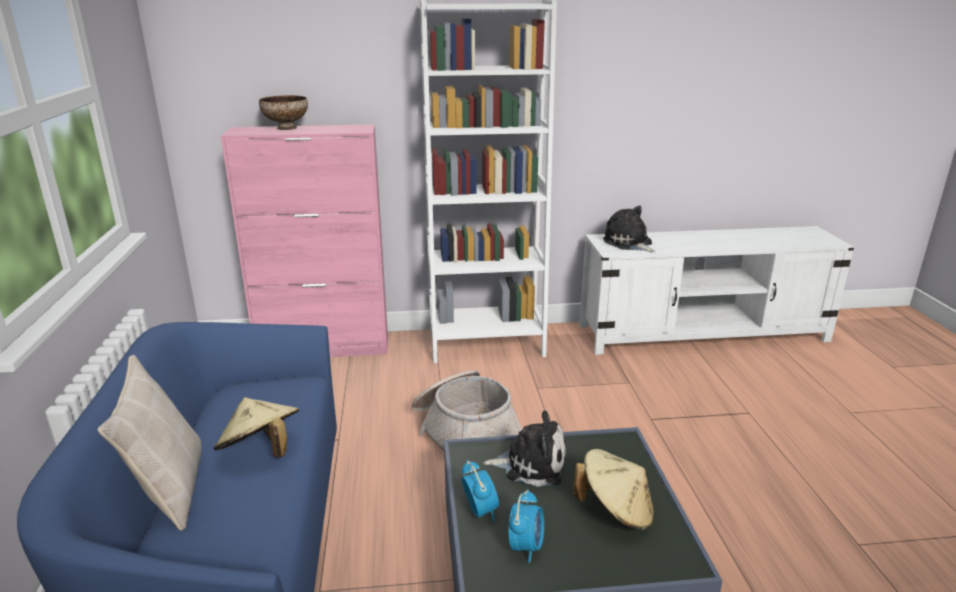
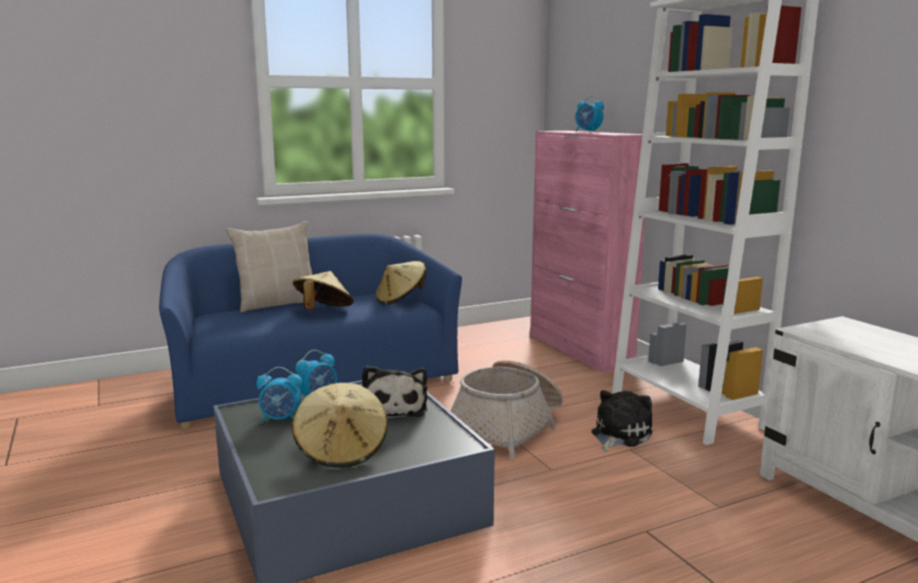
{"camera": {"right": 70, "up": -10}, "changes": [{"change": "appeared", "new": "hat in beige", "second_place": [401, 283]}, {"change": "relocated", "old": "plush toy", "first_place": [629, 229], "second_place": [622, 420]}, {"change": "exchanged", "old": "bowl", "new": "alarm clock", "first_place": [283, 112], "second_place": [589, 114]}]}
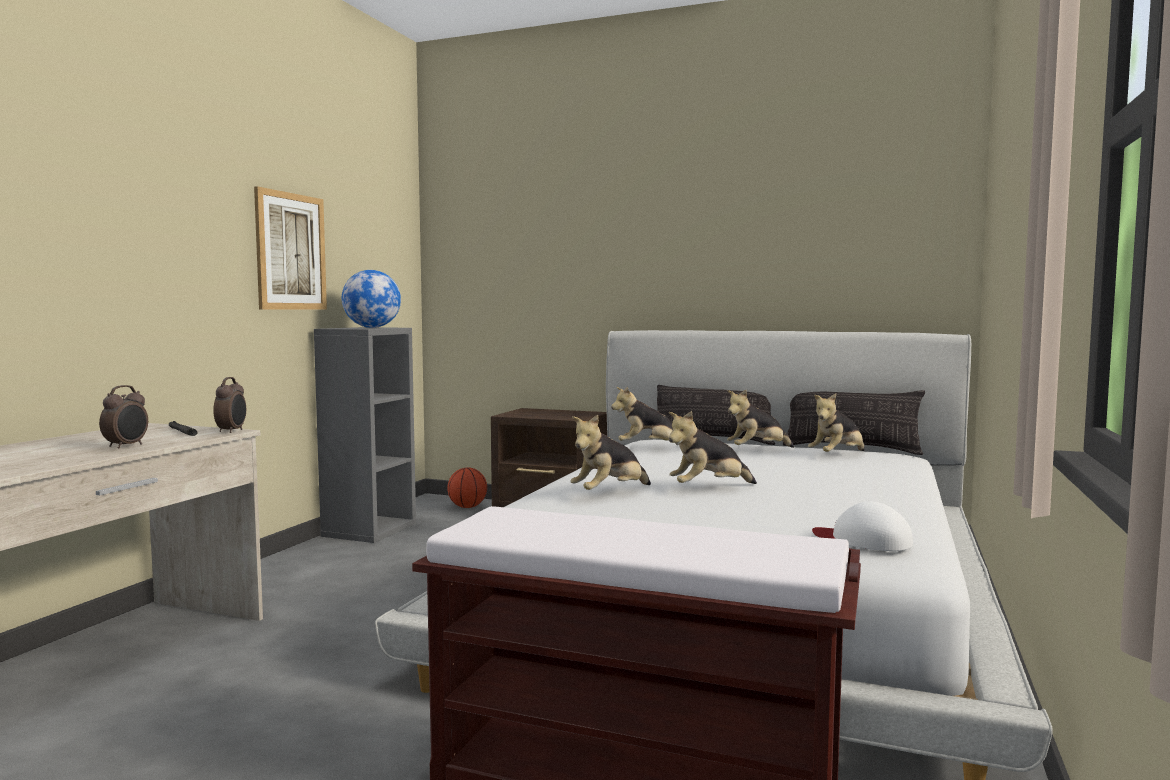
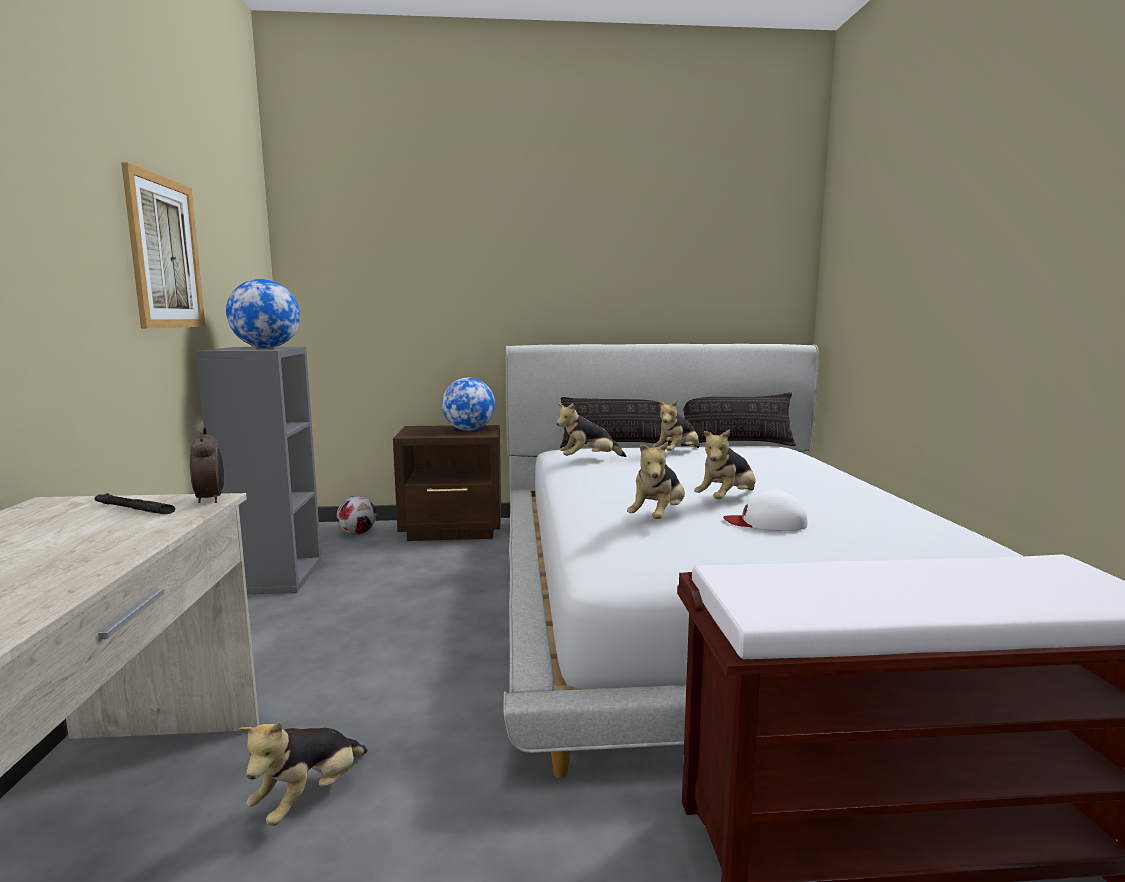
{"camera": {"right": -25, "up": 5}, "changes": [{"change": "missing", "old": "alarm clock", "first_place": [123, 417]}, {"change": "appeared", "new": "globe", "second_place": [468, 404]}, {"change": "relocated", "old": "plush toy", "first_place": [836, 422], "second_place": [303, 773]}, {"change": "relocated", "old": "cap in white", "first_place": [862, 526], "second_place": [765, 510]}, {"change": "exchanged", "old": "basketball", "new": "football", "first_place": [467, 487], "second_place": [356, 515]}]}
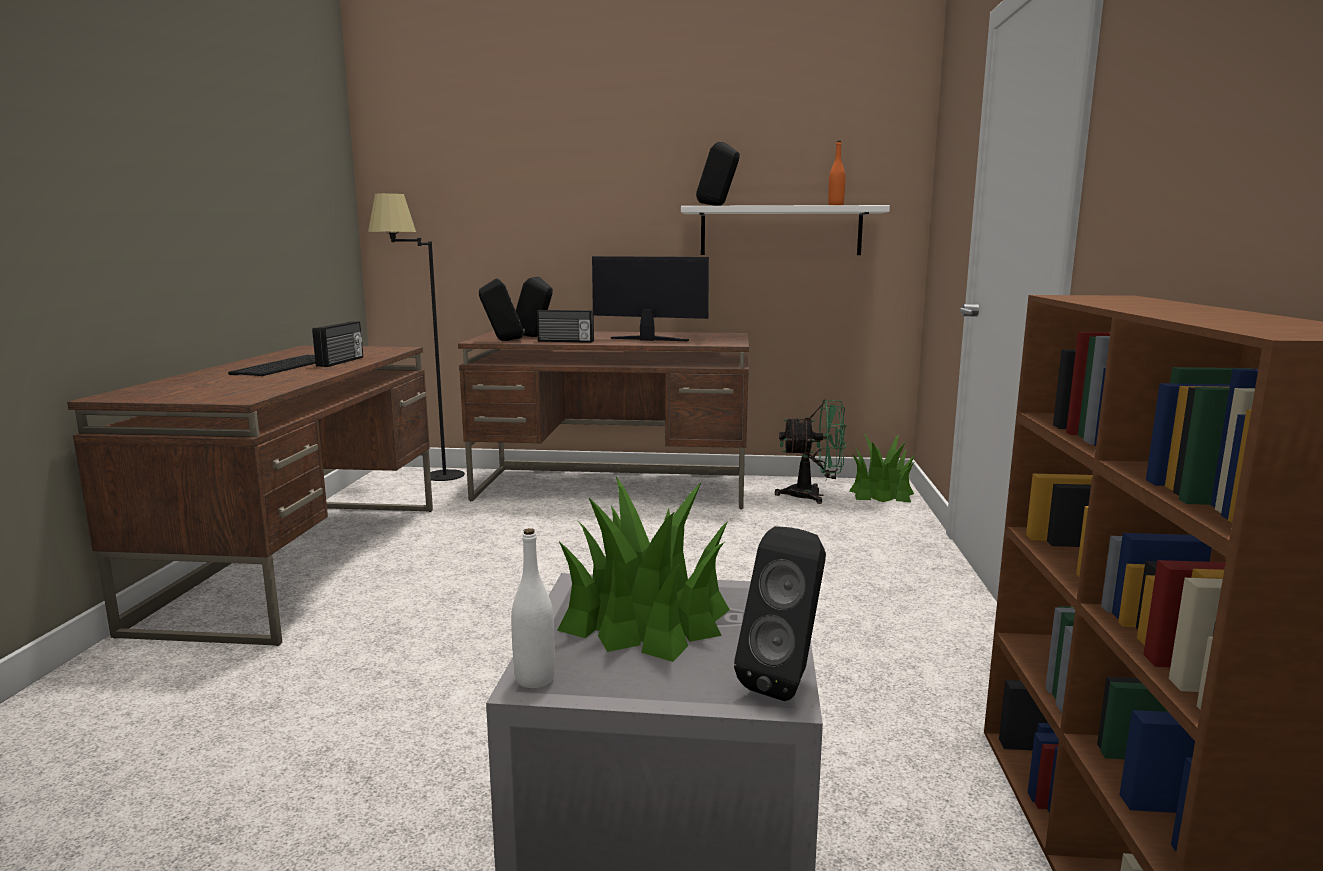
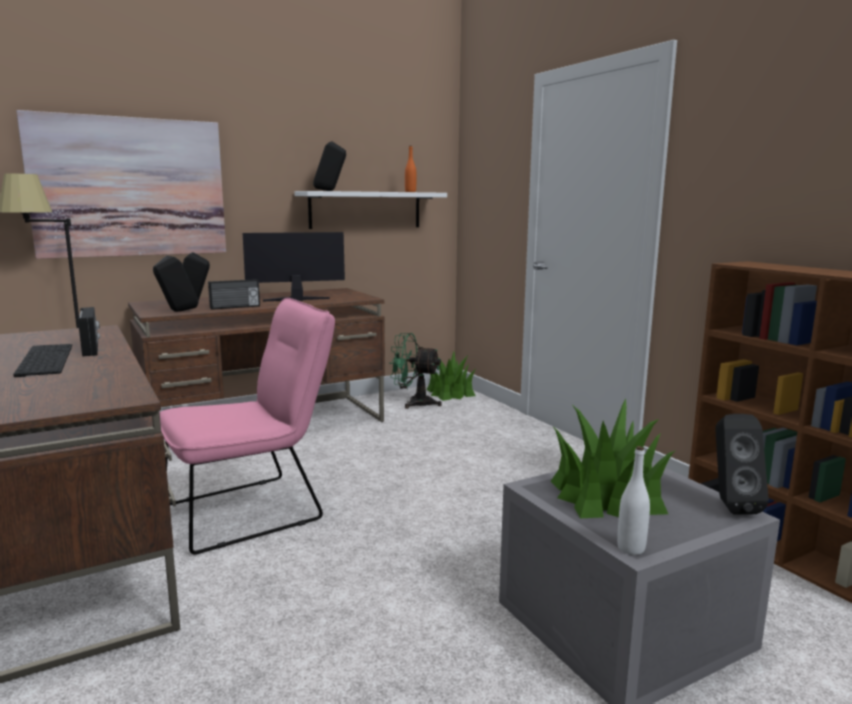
{"camera": {"right": -35, "up": 0}, "changes": [{"change": "appeared", "new": "picture", "second_place": [121, 184]}, {"change": "appeared", "new": "chair in pink", "second_place": [247, 426]}, {"change": "spun", "old": "fan in green", "first_place": [810, 452], "second_place": [415, 371], "degrees": -135}]}
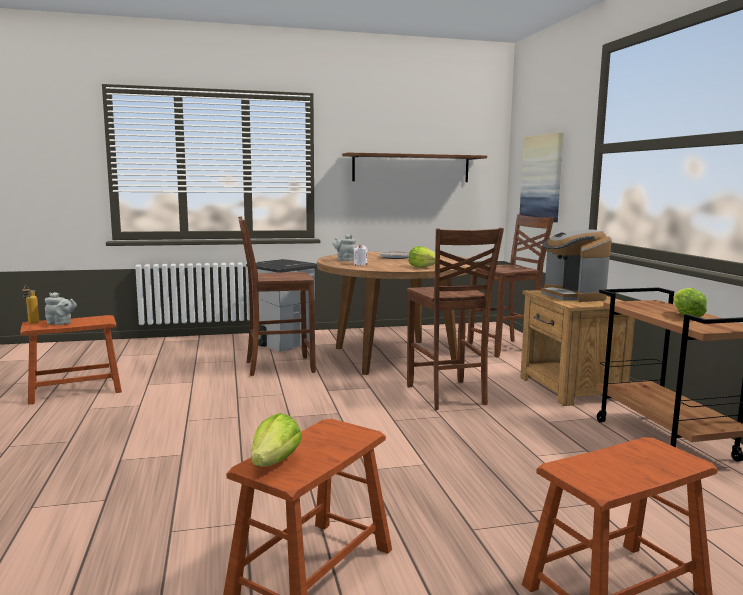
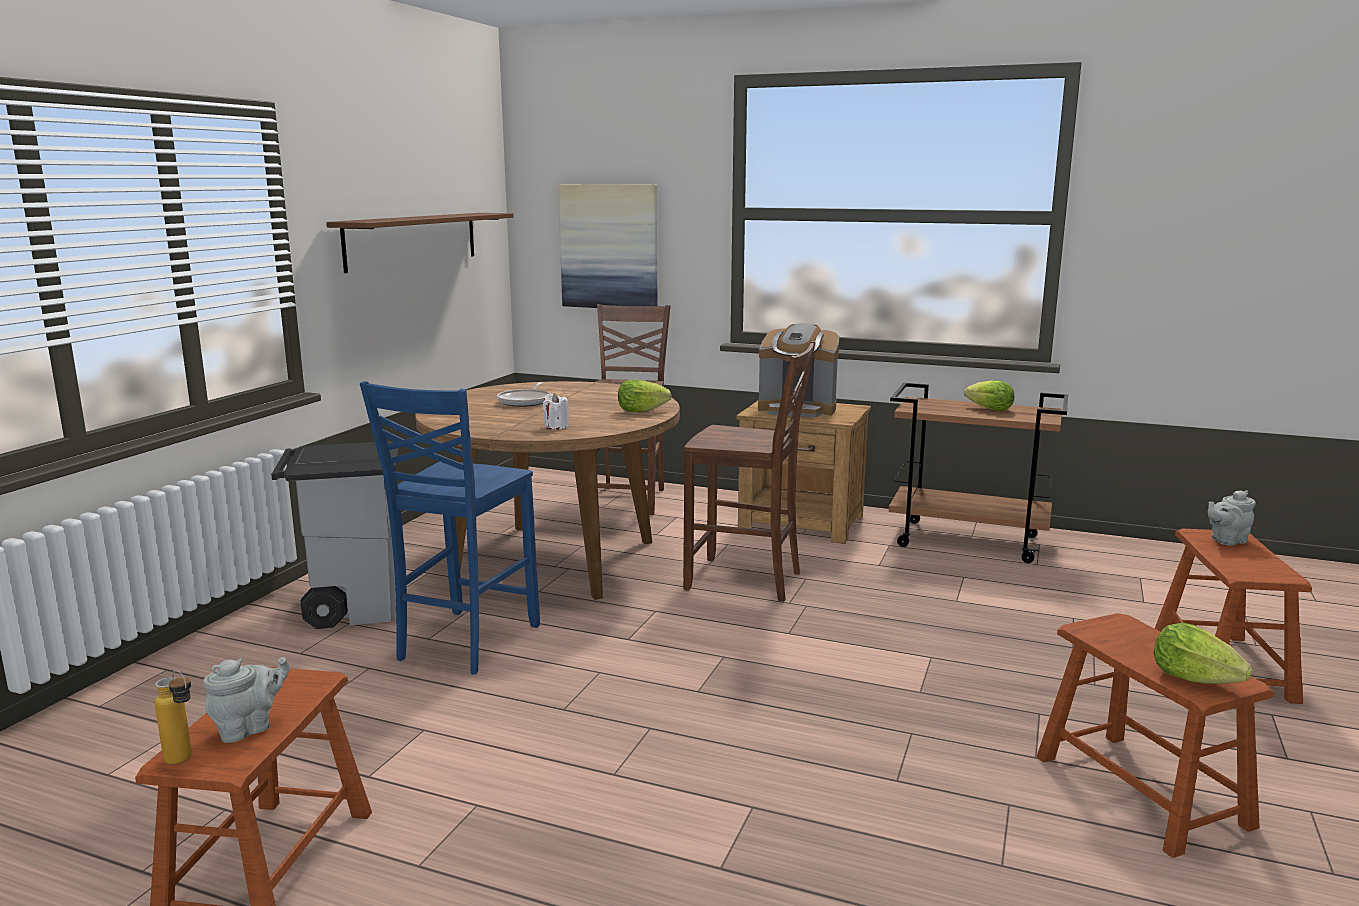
{"camera": {"right": -55, "up": 5}, "changes": [{"change": "relocated", "old": "teapot in grey", "first_place": [344, 247], "second_place": [1232, 518]}, {"change": "colour", "old": "chair in brown", "new": "chair in blue", "first_place": [277, 296], "second_place": [450, 527]}]}
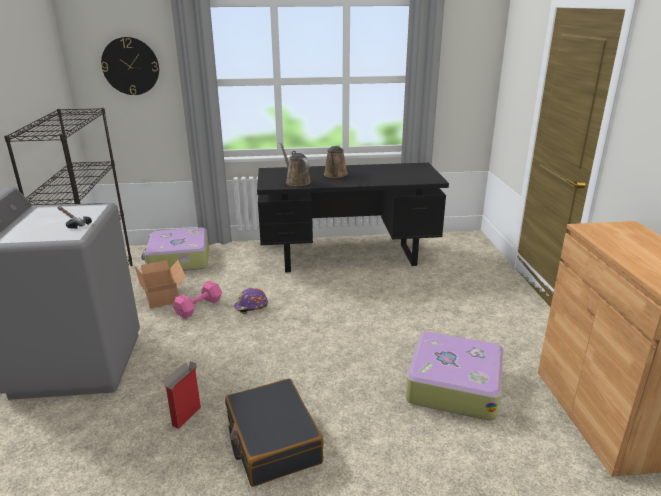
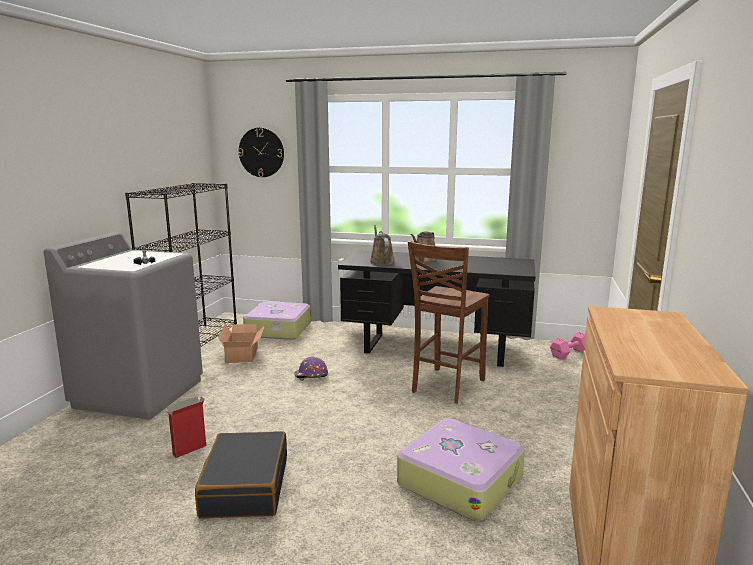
{"camera": {"right": 20, "up": -10}, "changes": [{"change": "appeared", "new": "chair in brown", "second_place": [449, 322]}, {"change": "relocated", "old": "dumbbell in pink", "first_place": [197, 299], "second_place": [567, 345]}]}
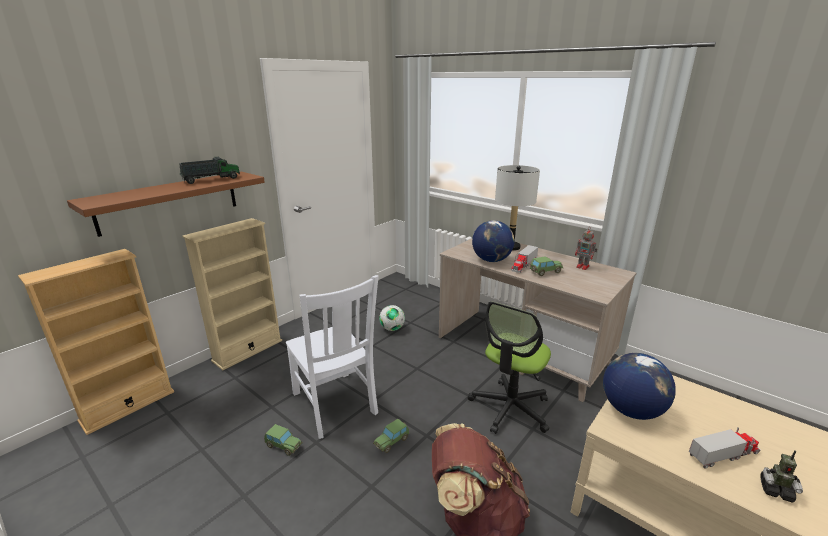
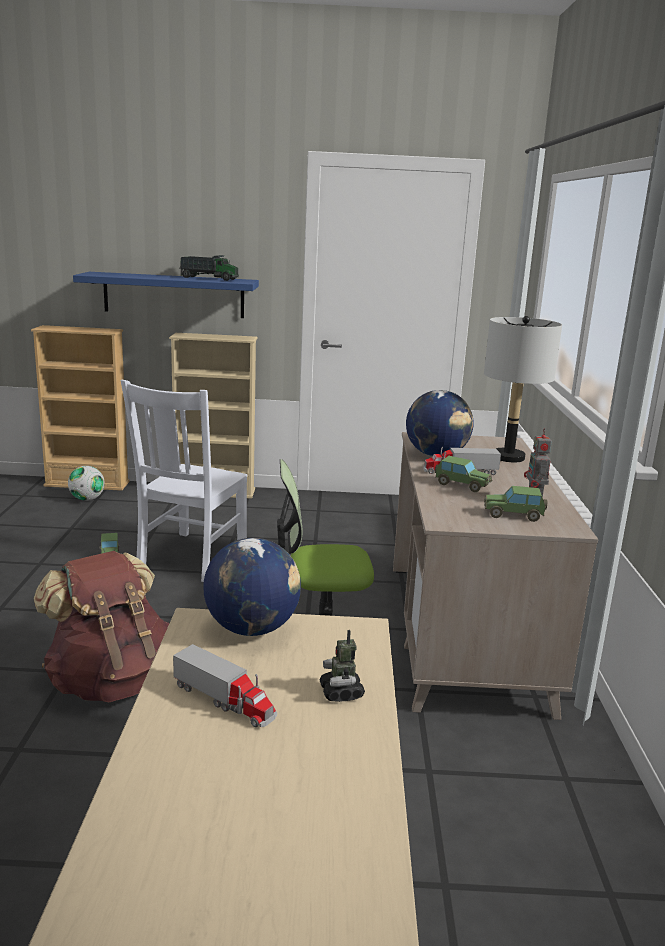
{"camera": {"right": 50, "up": -5}, "changes": [{"change": "relocated", "old": "toy car", "first_place": [391, 435], "second_place": [515, 504]}, {"change": "relocated", "old": "football", "first_place": [392, 318], "second_place": [86, 483]}, {"change": "relocated", "old": "toy robot", "first_place": [781, 476], "second_place": [342, 666]}, {"change": "colour", "old": "shelf in brown", "new": "shelf in blue", "first_place": [166, 204], "second_place": [166, 295]}]}
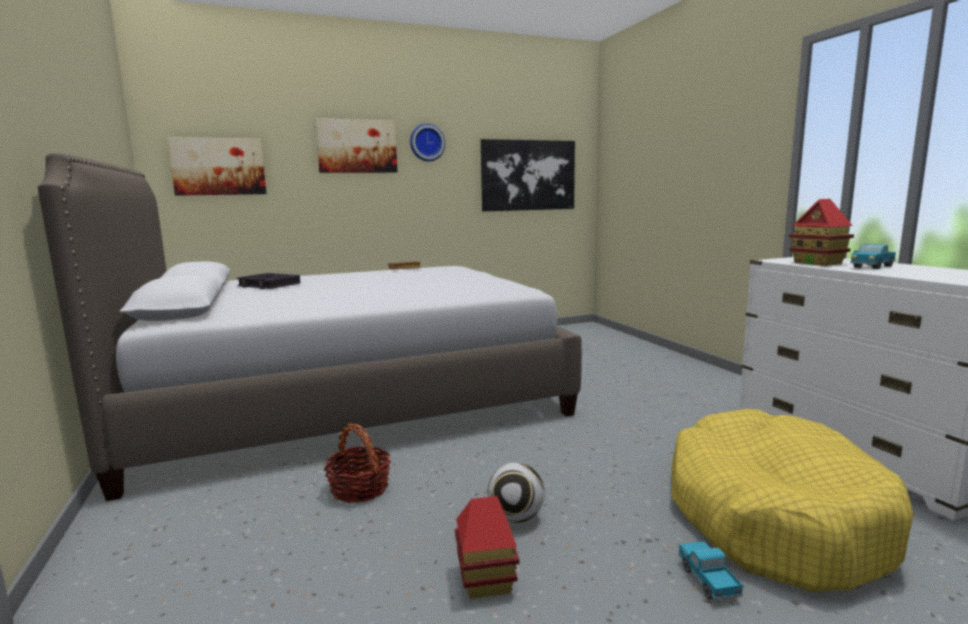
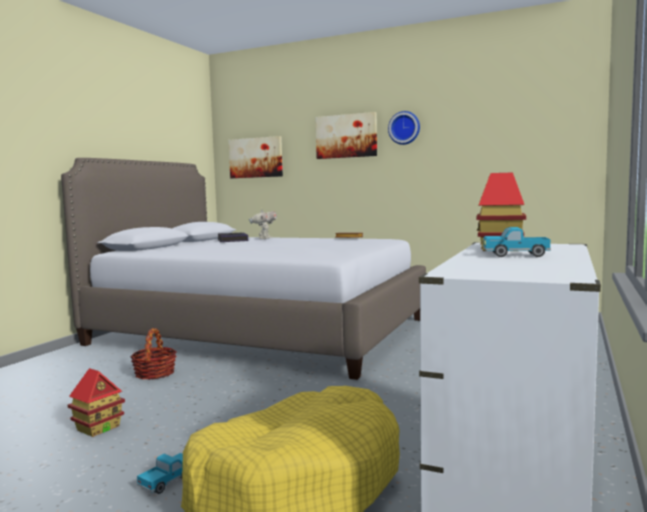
{"camera": {"right": 45, "up": -5}, "changes": [{"change": "missing", "old": "picture", "first_place": [528, 175]}, {"change": "missing", "old": "football", "first_place": [516, 493]}, {"change": "appeared", "new": "toy robot", "second_place": [263, 223]}]}
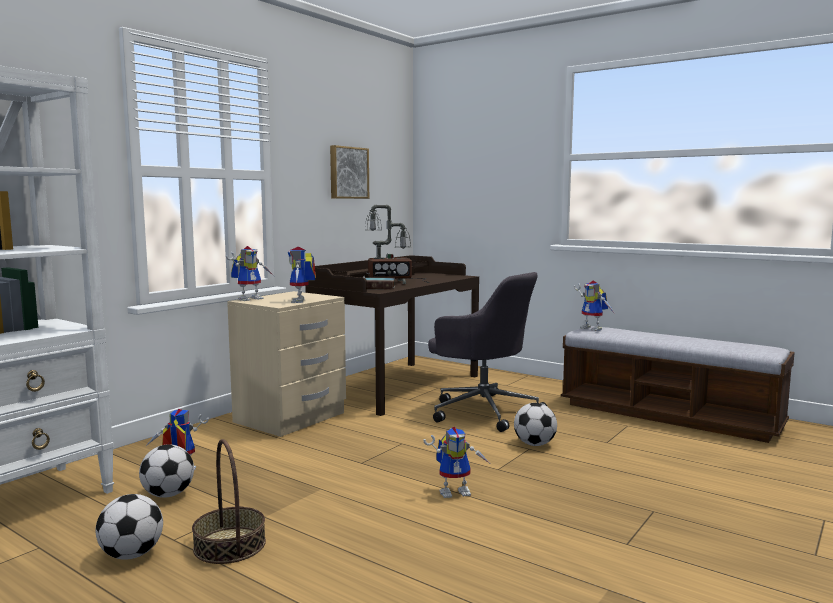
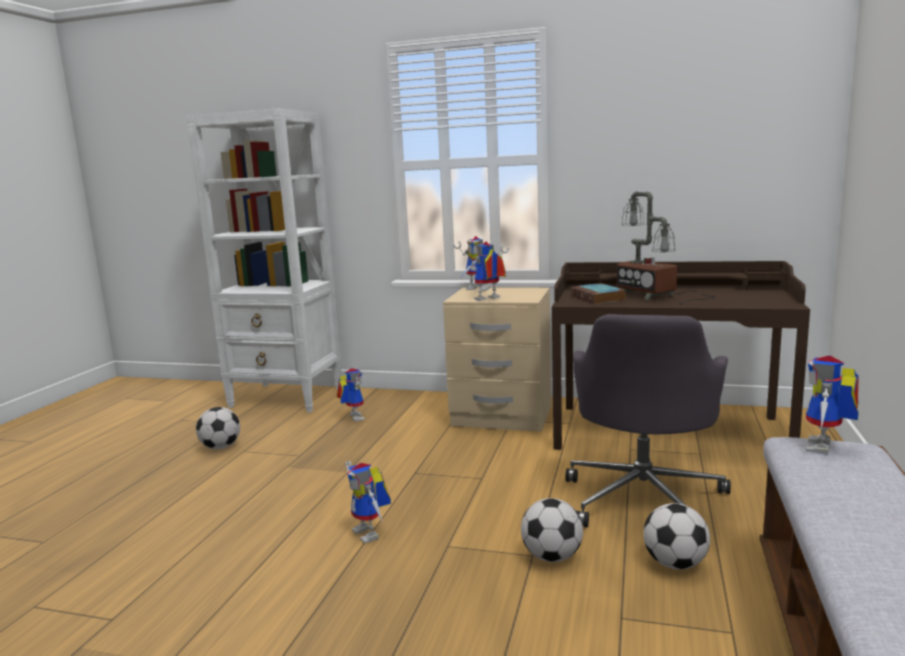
{"camera": {"right": 70, "up": 5}, "changes": [{"change": "missing", "old": "basket", "first_place": [229, 501]}, {"change": "missing", "old": "picture", "first_place": [349, 172]}, {"change": "relocated", "old": "football", "first_place": [166, 471], "second_place": [676, 536]}]}
